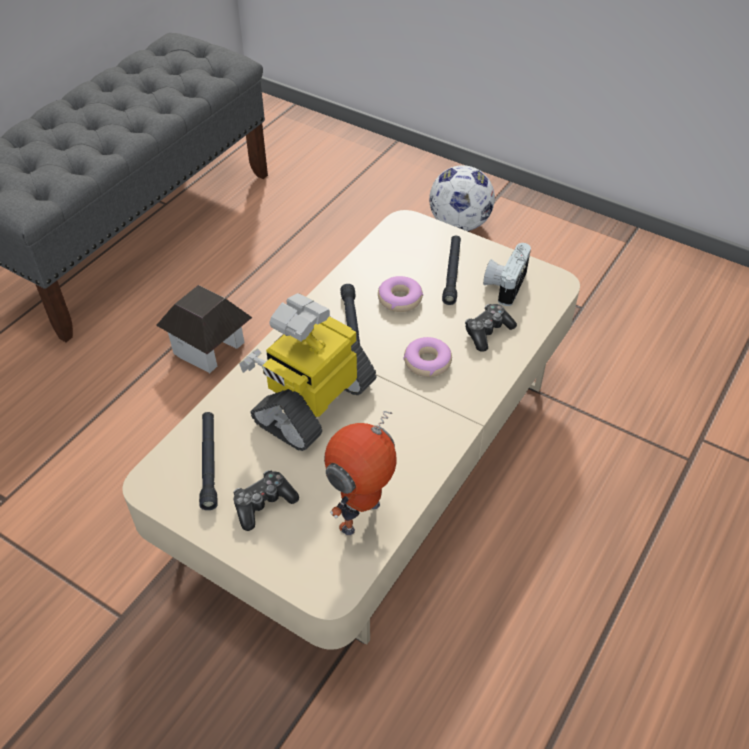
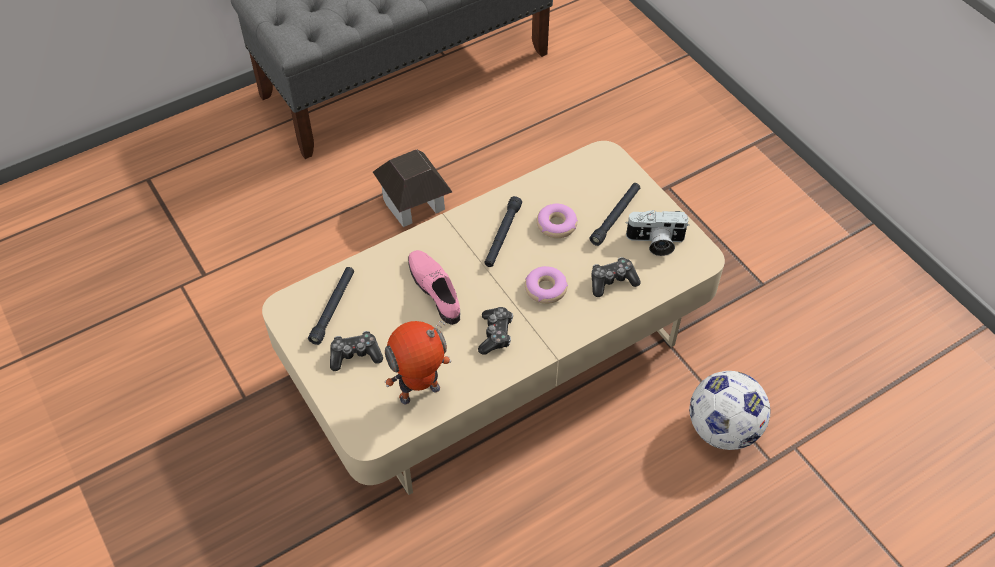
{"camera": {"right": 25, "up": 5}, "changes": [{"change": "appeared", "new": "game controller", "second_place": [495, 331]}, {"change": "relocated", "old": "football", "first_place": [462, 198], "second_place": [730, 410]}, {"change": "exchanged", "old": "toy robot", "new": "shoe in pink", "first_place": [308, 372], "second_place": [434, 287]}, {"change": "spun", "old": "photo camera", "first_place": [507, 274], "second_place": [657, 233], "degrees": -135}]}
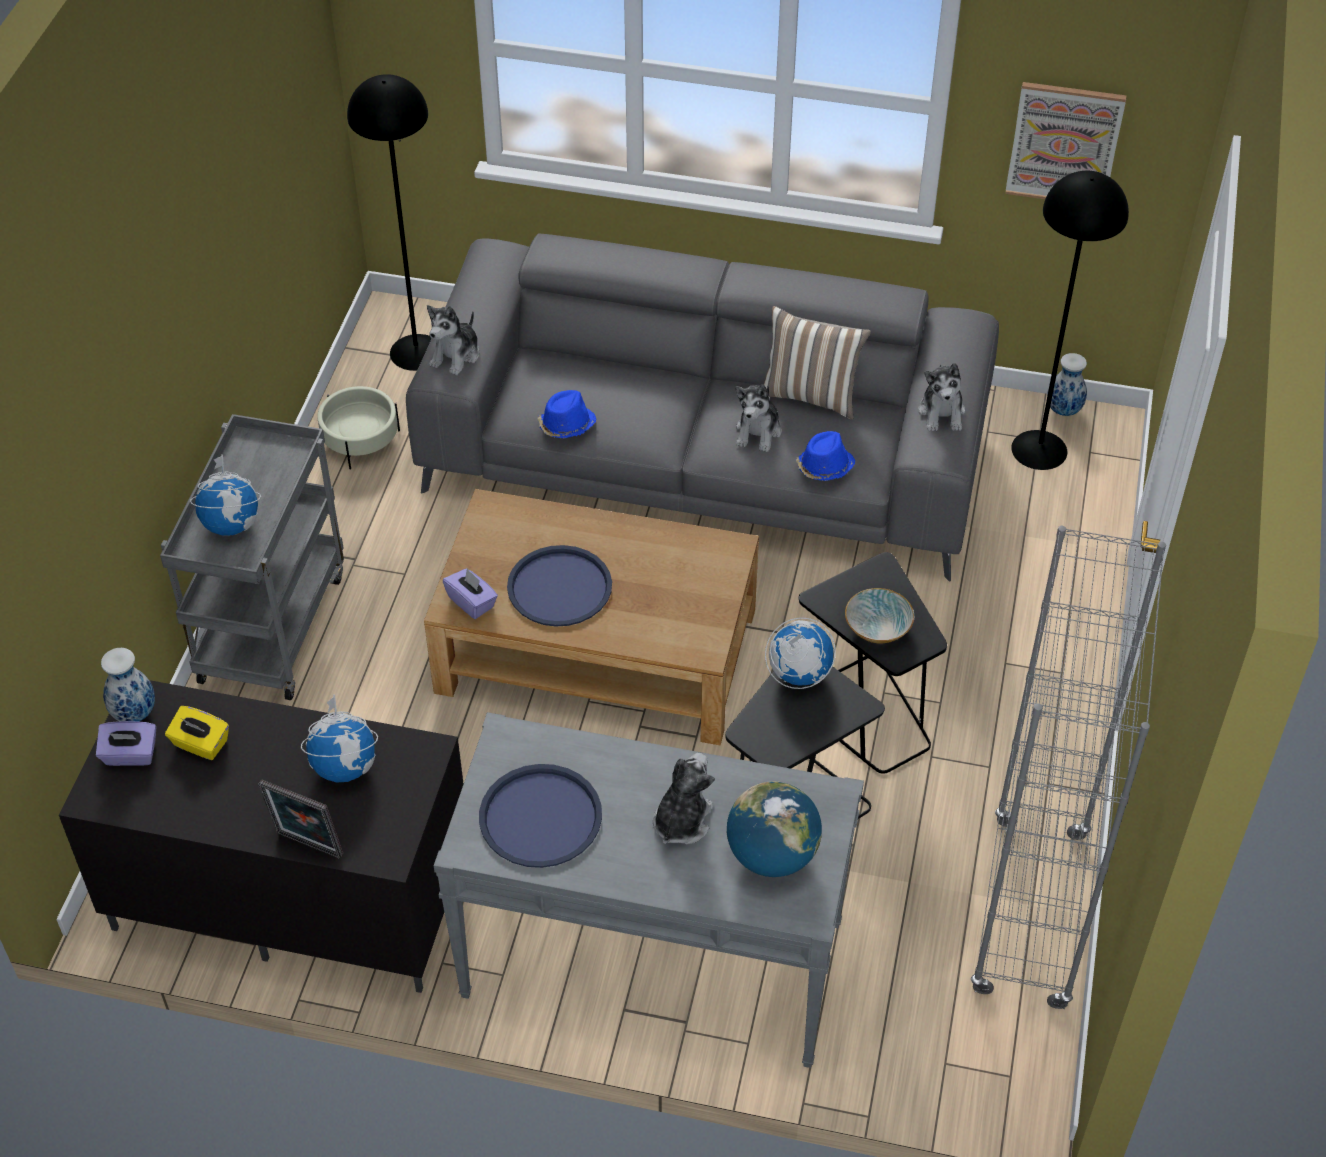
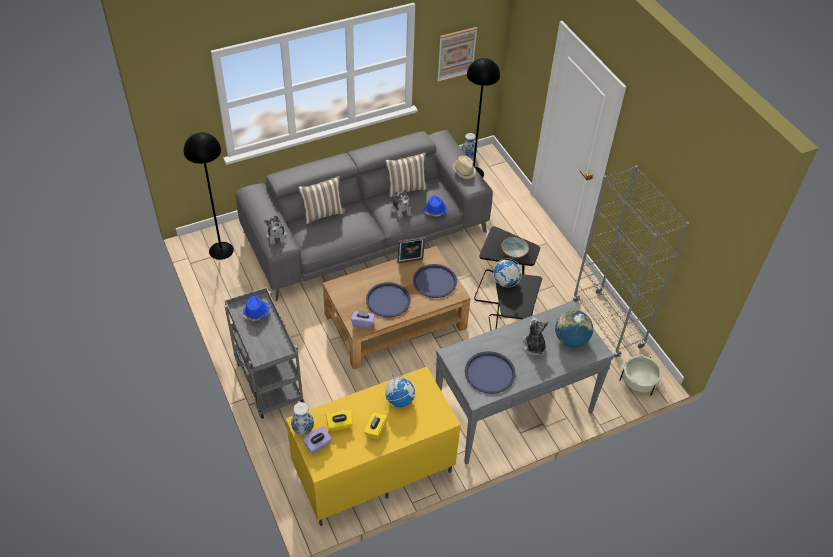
{"camera": {"right": -40, "up": 0}, "changes": [{"change": "missing", "old": "globe", "first_place": [225, 495]}, {"change": "appeared", "new": "pillow", "second_place": [321, 200]}, {"change": "appeared", "new": "tissue box in yellow", "second_place": [376, 426]}, {"change": "appeared", "new": "tray in blue", "second_place": [435, 281]}, {"change": "relocated", "old": "picture frame", "first_place": [300, 819], "second_place": [411, 250]}, {"change": "relocated", "old": "planter in beige", "first_place": [358, 427], "second_place": [640, 376]}, {"change": "relocated", "old": "hat in blue", "first_place": [567, 414], "second_place": [256, 308]}, {"change": "exchanged", "old": "plush toy", "new": "hat in beige", "first_place": [942, 397], "second_place": [464, 167]}, {"change": "colour", "old": "tv stand in black", "new": "tv stand in yellow", "first_place": [261, 836], "second_place": [373, 446]}]}
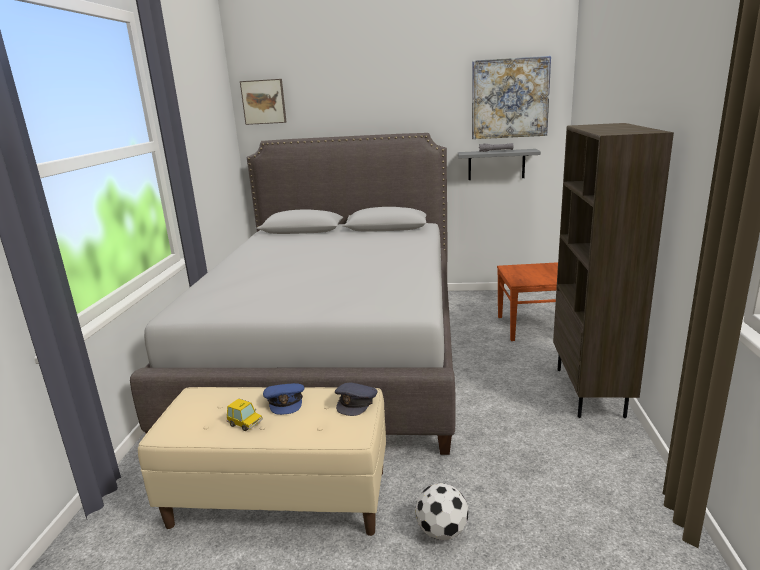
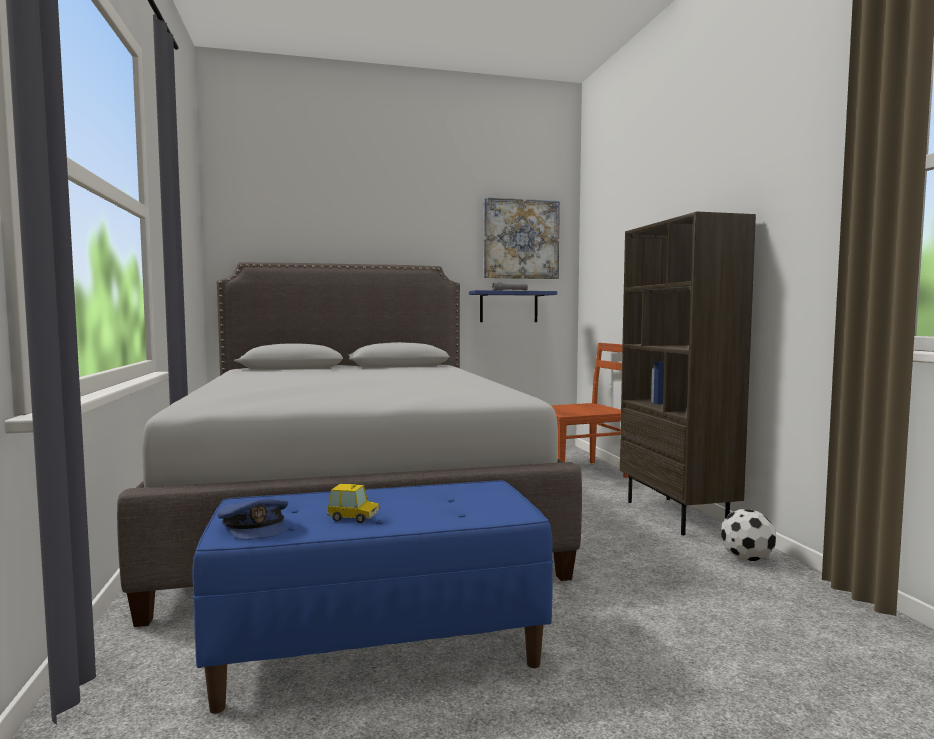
{"camera": {"right": -20, "up": -15}, "changes": [{"change": "missing", "old": "picture", "first_place": [263, 102]}, {"change": "missing", "old": "cap in grey", "first_place": [356, 399]}, {"change": "relocated", "old": "cap in blue", "first_place": [283, 399], "second_place": [252, 519]}, {"change": "relocated", "old": "football", "first_place": [442, 511], "second_place": [748, 535]}, {"change": "colour", "old": "bench in beige", "new": "bench in blue", "first_place": [262, 461], "second_place": [372, 597]}, {"change": "colour", "old": "shelf in grey", "new": "shelf in blue", "first_place": [499, 164], "second_place": [513, 306]}]}
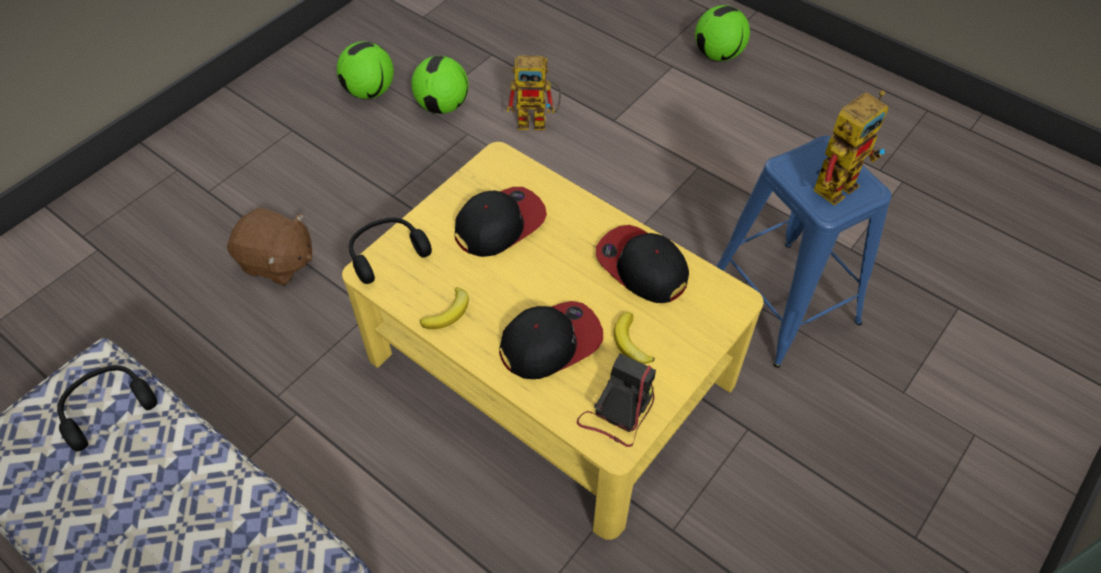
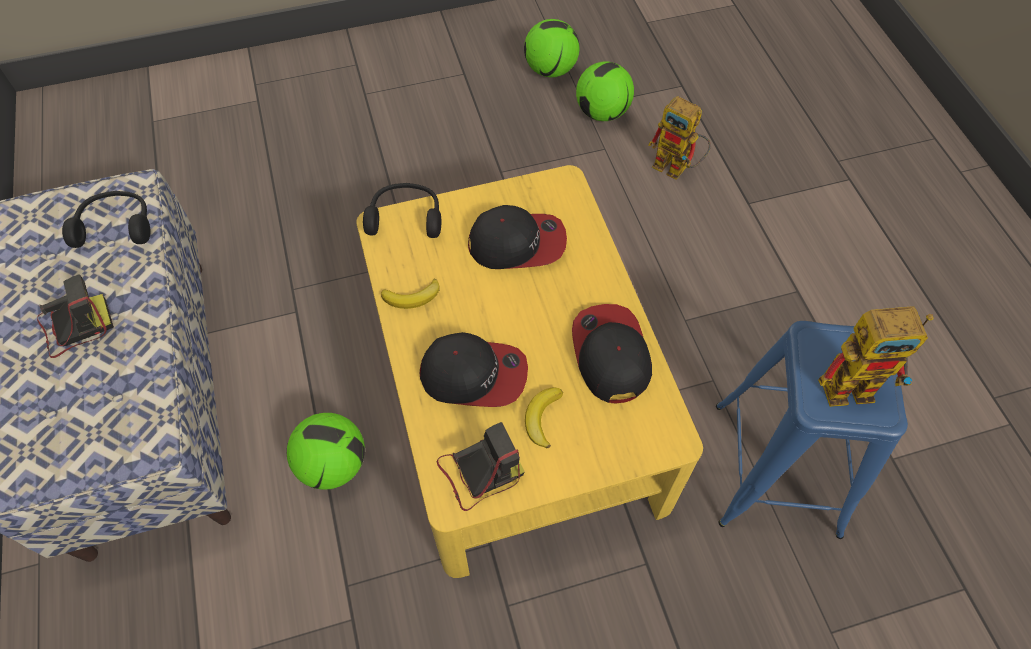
{"camera": {"right": 35, "up": 5}, "changes": [{"change": "missing", "old": "plush toy in brown", "first_place": [270, 247]}, {"change": "appeared", "new": "photo camera", "second_place": [75, 316]}, {"change": "relocated", "old": "football", "first_place": [722, 33], "second_place": [326, 451]}]}
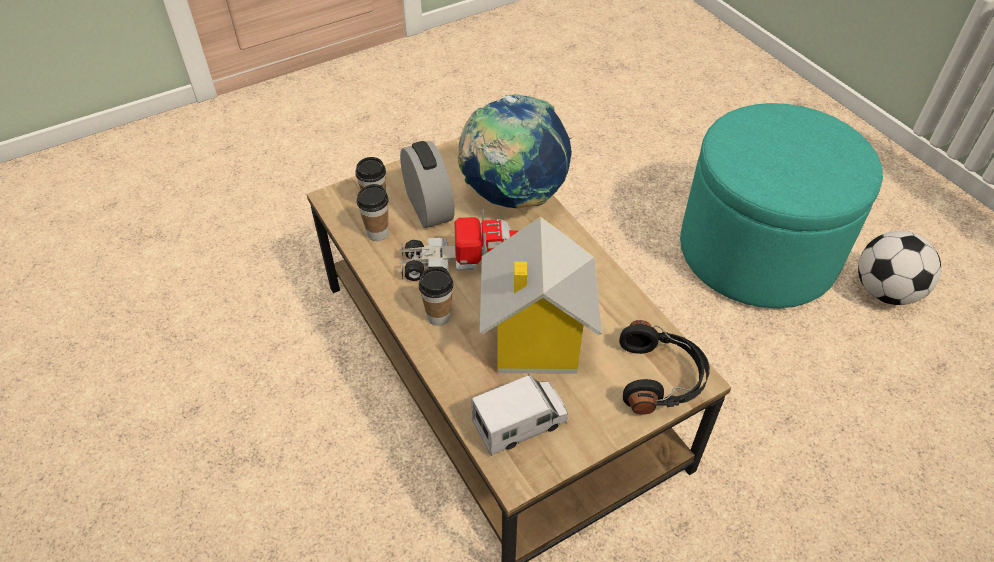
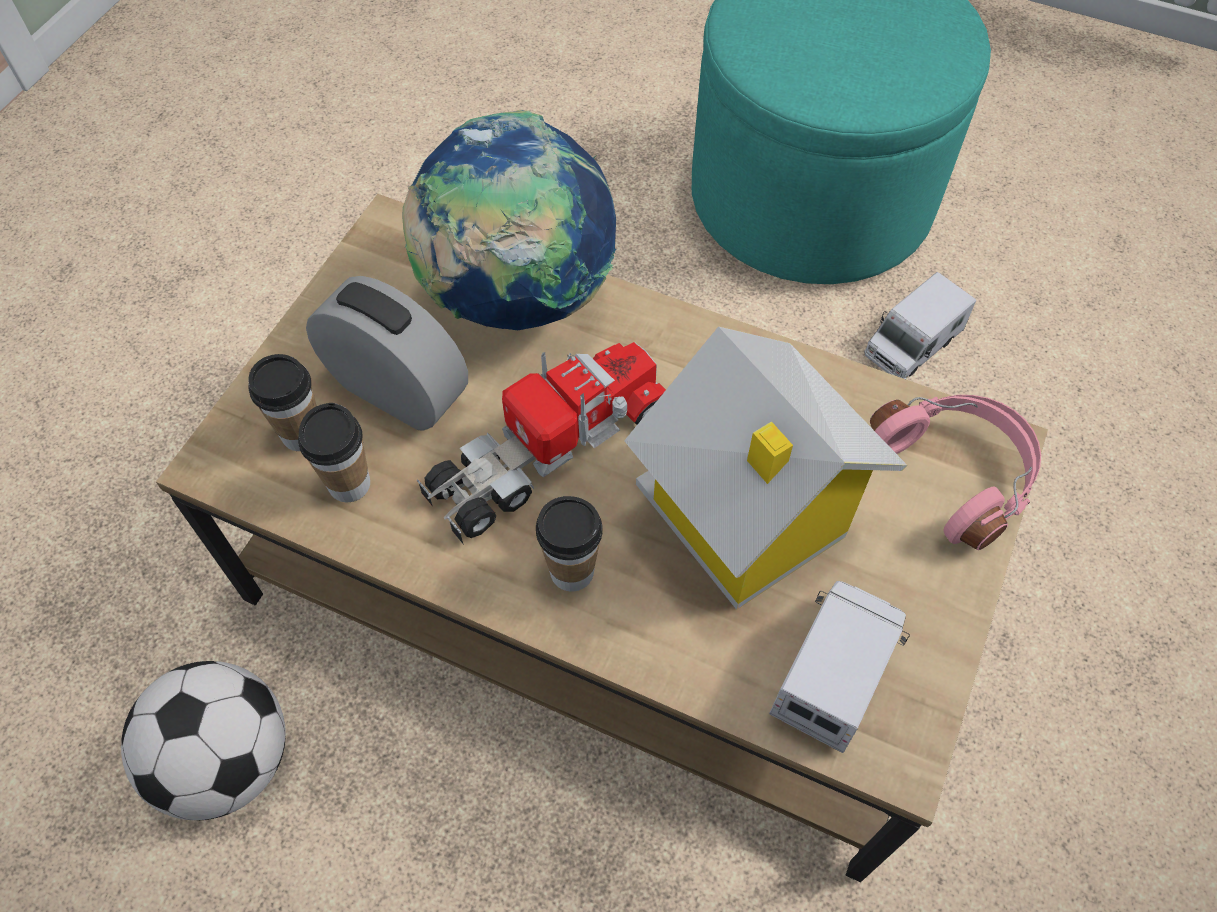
{"camera": {"right": -35, "up": 10}, "changes": [{"change": "appeared", "new": "toy truck", "second_place": [920, 325]}, {"change": "relocated", "old": "football", "first_place": [899, 268], "second_place": [203, 740]}, {"change": "colour", "old": "headphones in black", "new": "headphones in pink", "first_place": [664, 367], "second_place": [955, 472]}]}
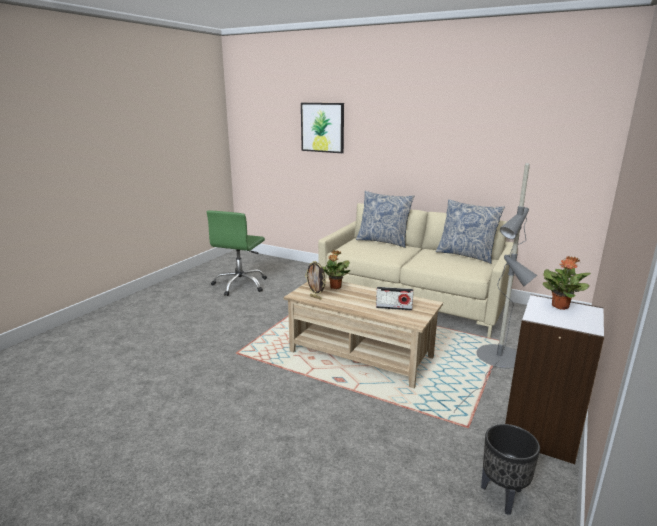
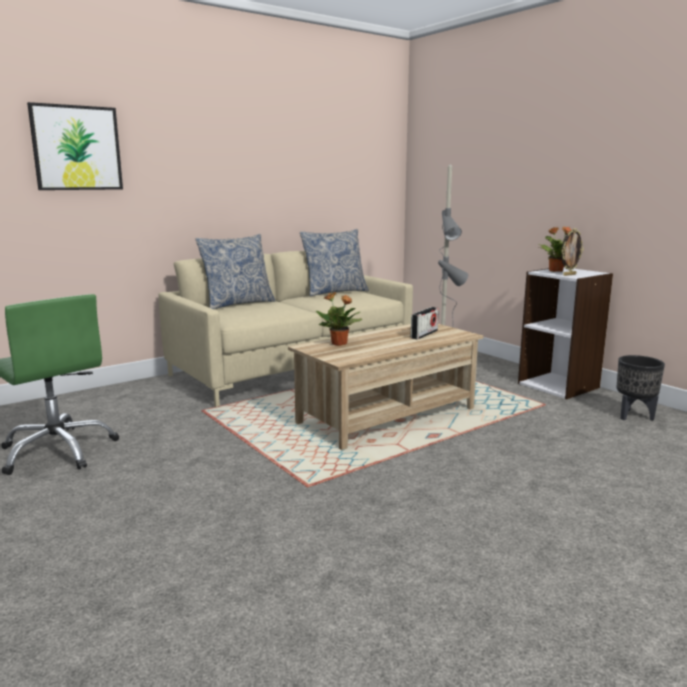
{"camera": {"right": -65, "up": -5}, "changes": [{"change": "relocated", "old": "picture frame", "first_place": [315, 280], "second_place": [572, 252]}]}
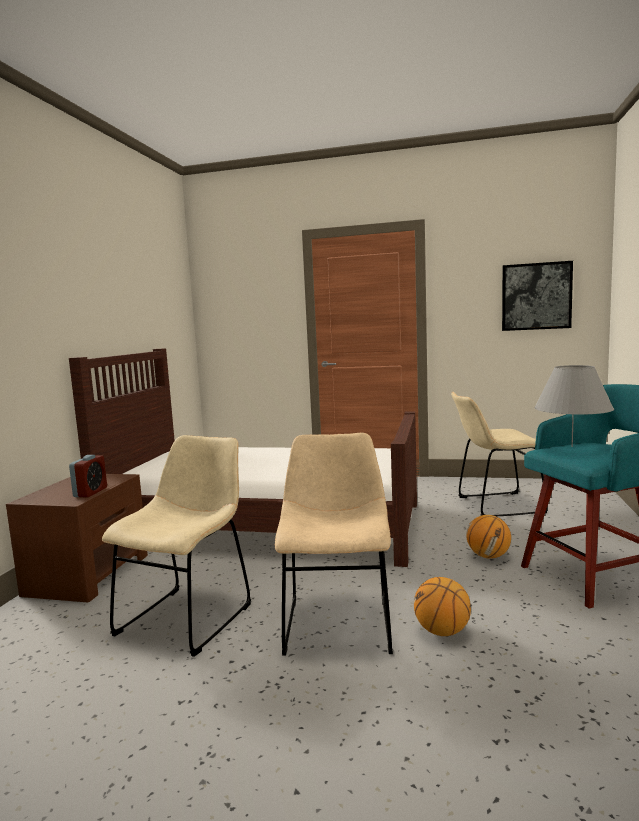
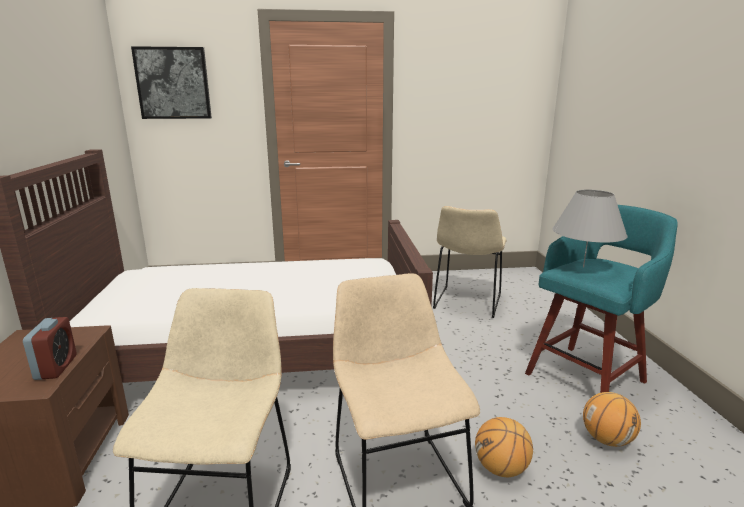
{"camera": {"right": -20, "up": 10}, "changes": [{"change": "relocated", "old": "basketball", "first_place": [488, 537], "second_place": [612, 419]}, {"change": "relocated", "old": "picture", "first_place": [537, 296], "second_place": [171, 82]}, {"change": "spun", "old": "chair in beige", "first_place": [499, 454], "second_place": [470, 262], "degrees": -45}]}
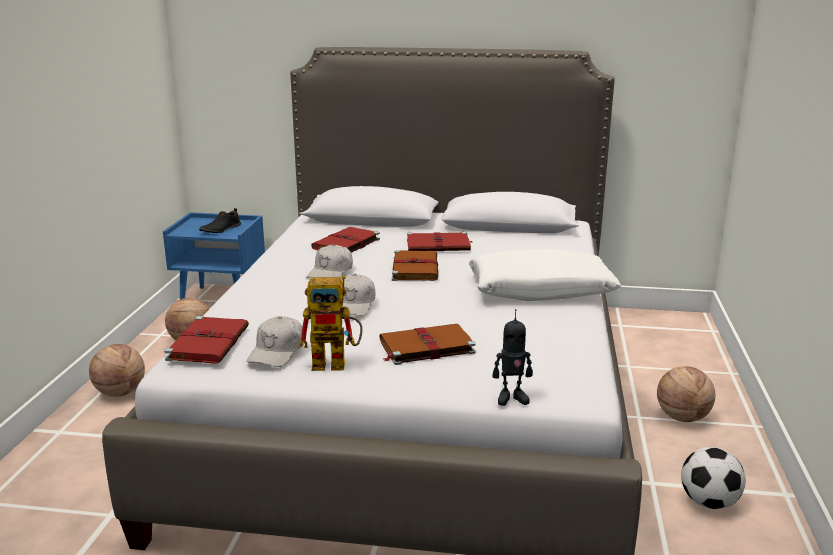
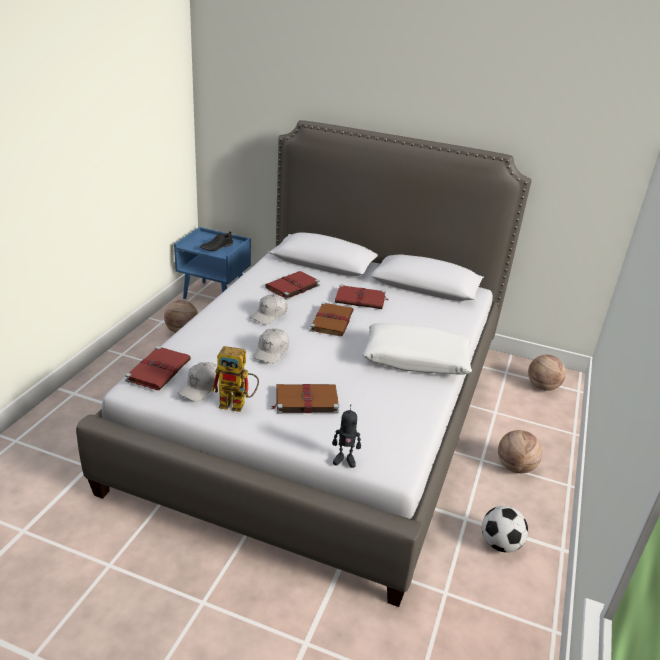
{"camera": {"right": 10, "up": 10}, "changes": [{"change": "relocated", "old": "basketball", "first_place": [117, 370], "second_place": [547, 373]}]}
